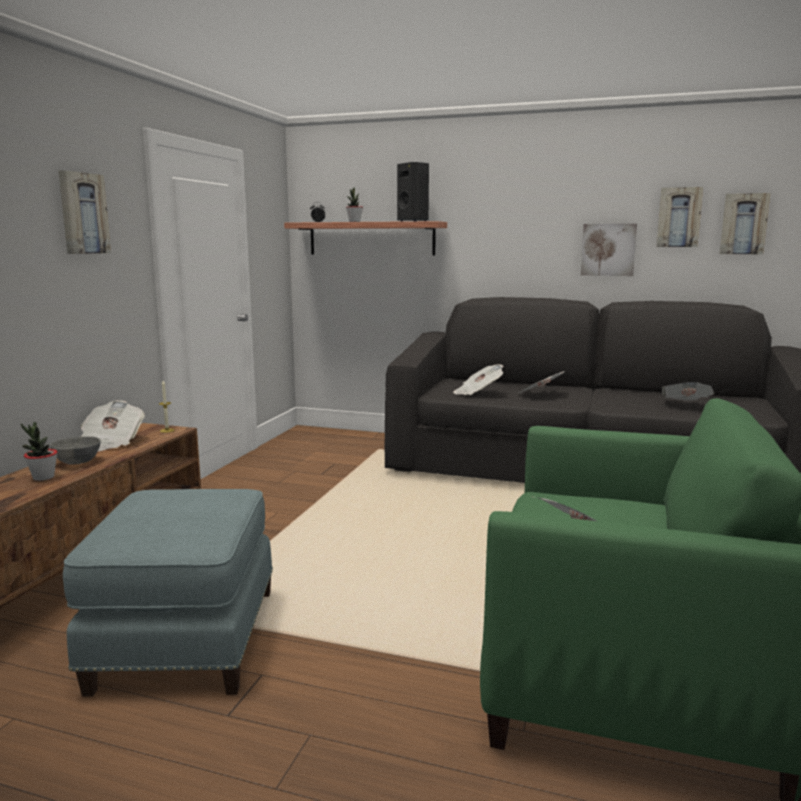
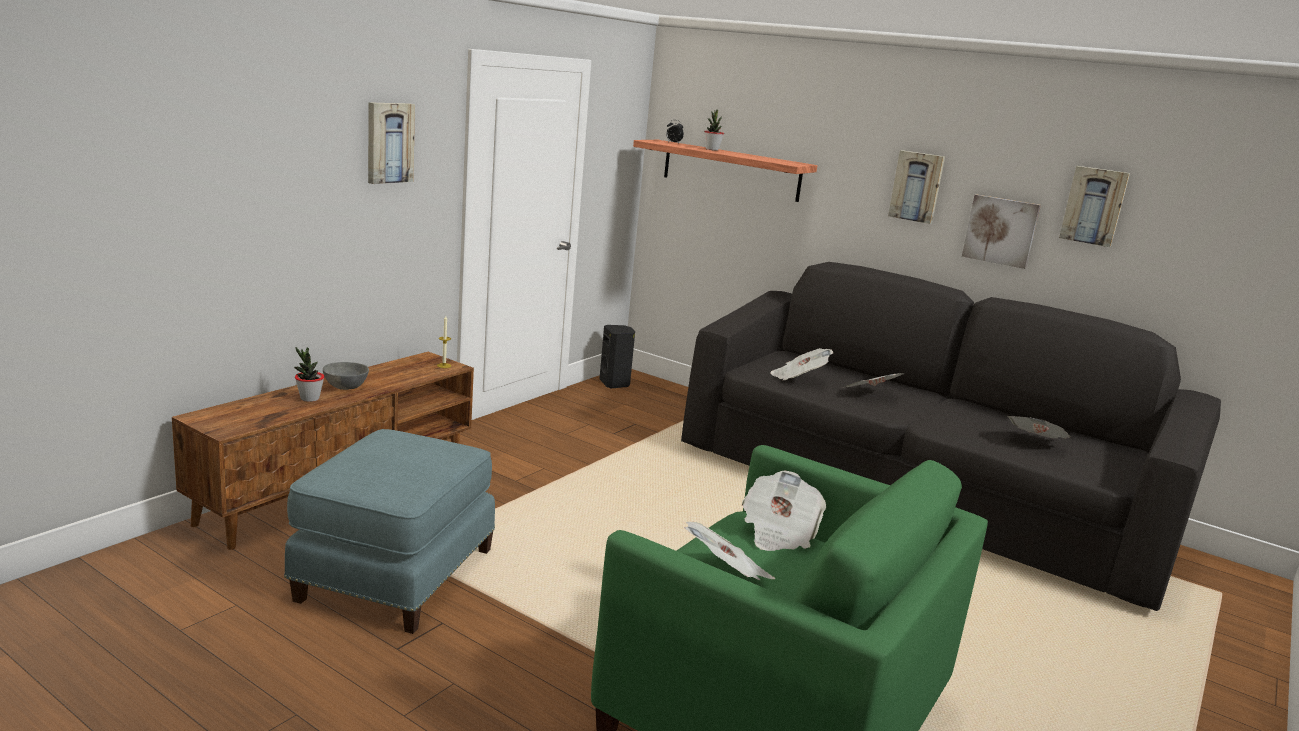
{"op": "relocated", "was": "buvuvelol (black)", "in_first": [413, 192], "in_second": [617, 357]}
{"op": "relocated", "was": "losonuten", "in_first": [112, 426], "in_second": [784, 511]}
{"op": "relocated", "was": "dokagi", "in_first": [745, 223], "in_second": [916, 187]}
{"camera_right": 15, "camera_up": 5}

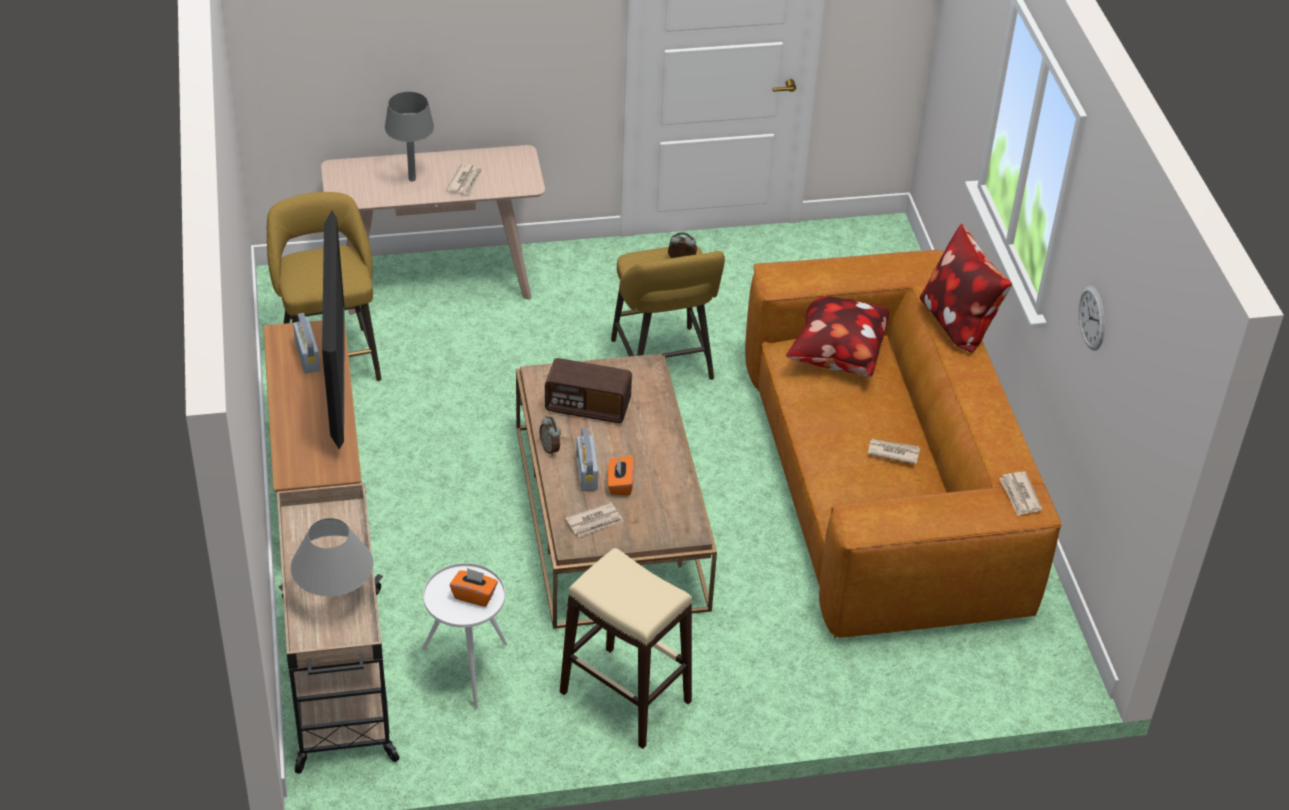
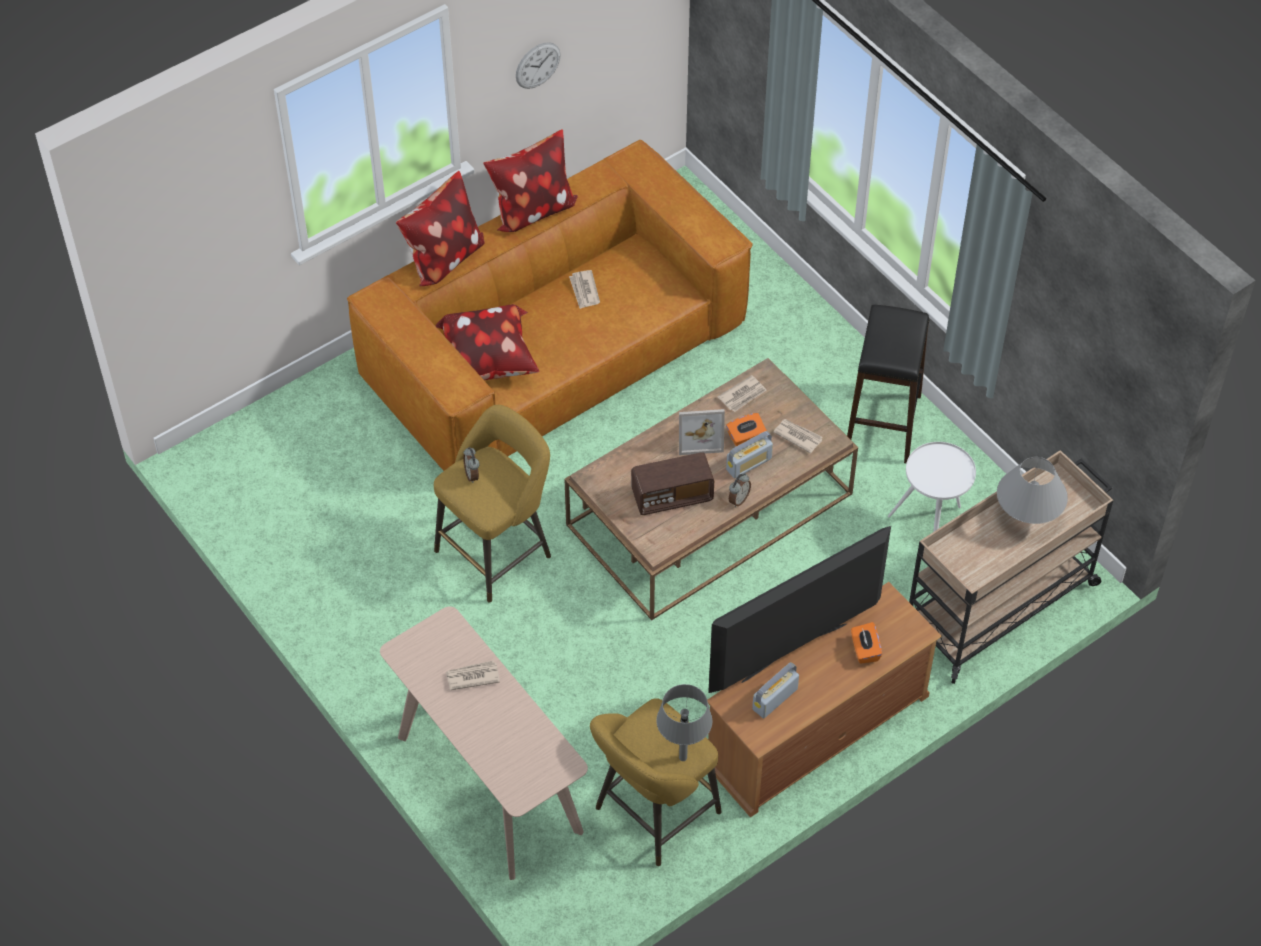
{"op": "appeared", "now": "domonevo", "in_second": [530, 180]}
{"op": "spun", "was": "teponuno", "in_first": [588, 390], "in_second": [672, 483], "clockwise": 90}
{"op": "relocated", "was": "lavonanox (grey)", "in_first": [409, 136], "in_second": [684, 722]}
{"op": "appeared", "now": "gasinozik", "in_second": [702, 432]}
{"op": "relocated", "was": "losonuten", "in_first": [1020, 494], "in_second": [742, 393]}
{"op": "colour", "was": "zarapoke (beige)", "now": "zarapoke (black)", "in_first": [626, 648], "in_second": [888, 384]}
{"op": "relocated", "was": "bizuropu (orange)", "in_first": [474, 587], "in_second": [866, 643]}
{"camera_right": -115, "camera_up": 10}

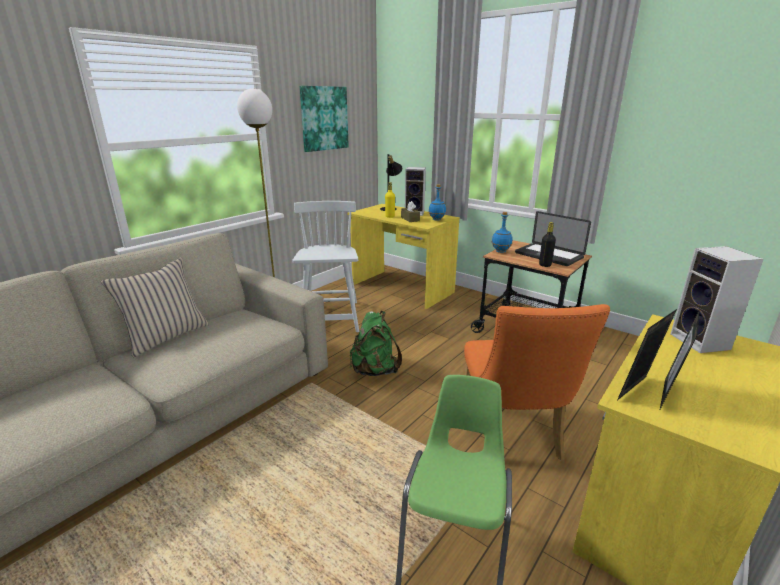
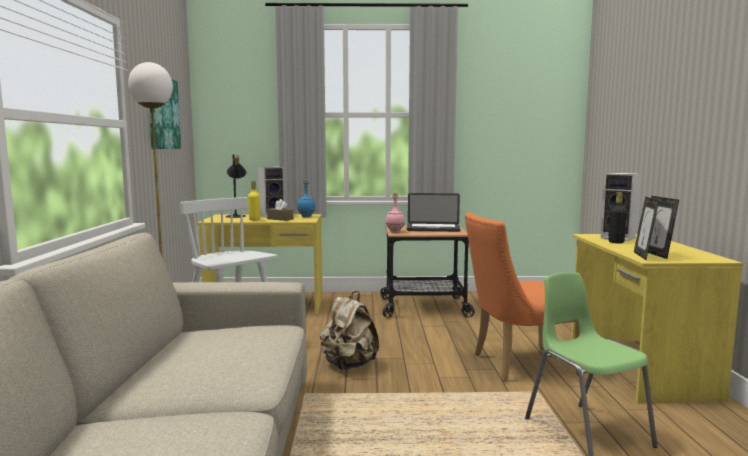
{"op": "colour", "was": "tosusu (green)", "now": "tosusu (beige)", "in_first": [376, 343], "in_second": [349, 330]}
{"op": "colour", "was": "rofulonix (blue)", "now": "rofulonix (pink)", "in_first": [502, 232], "in_second": [395, 212]}
{"op": "spun", "was": "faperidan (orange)", "in_first": [537, 382], "in_second": [527, 297], "clockwise": 120}
{"op": "relocated", "was": "rofulonix (black)", "in_first": [547, 244], "in_second": [617, 218]}
{"op": "missing", "was": "domonevo (beige)", "in_first": [155, 307]}
{"camera_right": -40, "camera_up": -15}

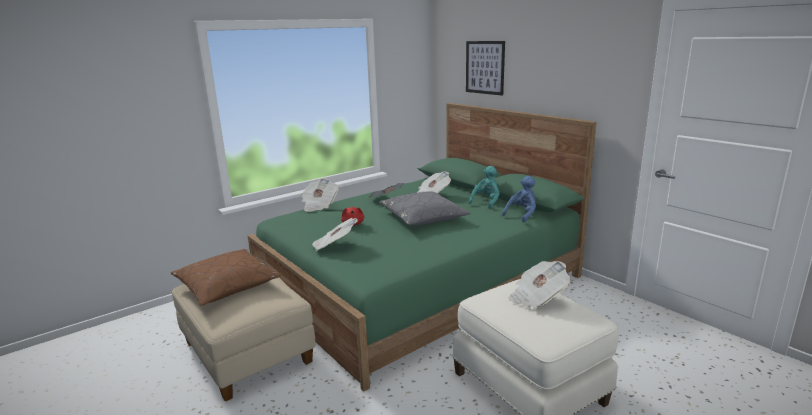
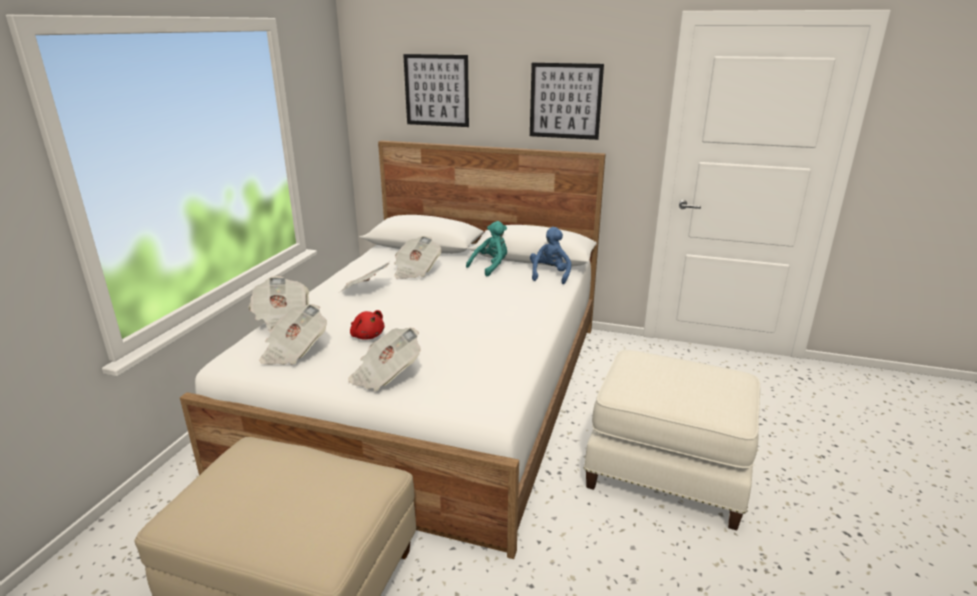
{"op": "colour", "was": "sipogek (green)", "now": "sipogek (white)", "in_first": [421, 247], "in_second": [393, 349]}
{"op": "relocated", "was": "losonuten", "in_first": [539, 285], "in_second": [293, 334]}
{"op": "spun", "was": "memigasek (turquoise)", "in_first": [484, 187], "in_second": [486, 248], "clockwise": 45}
{"op": "appeared", "now": "dokagi", "in_second": [567, 101]}
{"op": "missing", "was": "domonevo (brown)", "in_first": [226, 277]}
{"op": "missing", "was": "domonevo (grey)", "in_first": [425, 208]}
{"camera_right": -35, "camera_up": 5}

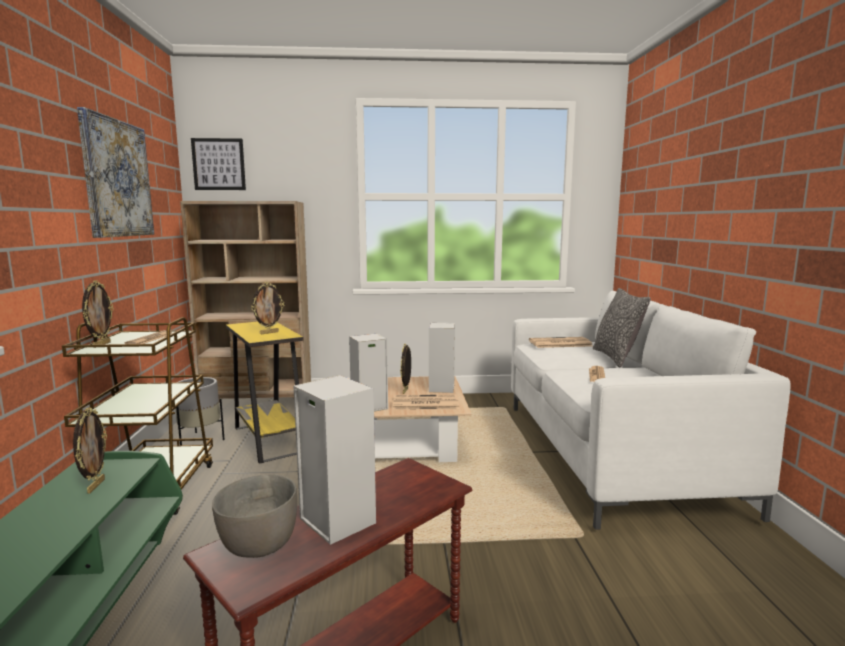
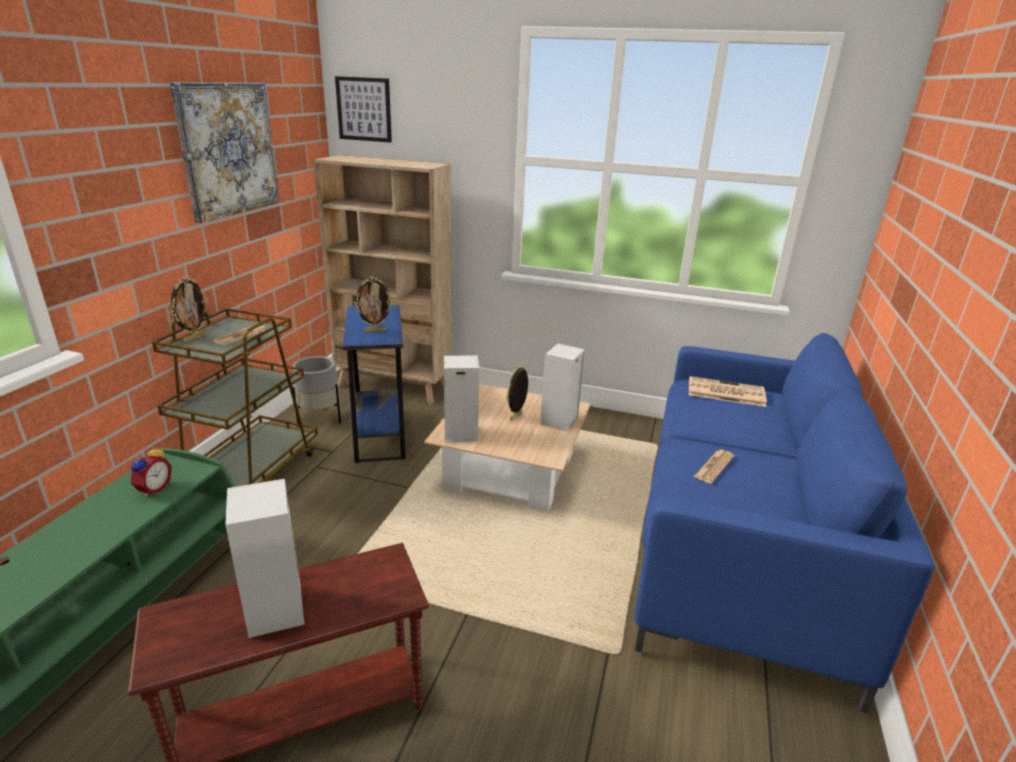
{"op": "exchanged", "was": "gasinozik", "now": "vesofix", "in_first": [90, 450], "in_second": [151, 471]}
{"op": "colour", "was": "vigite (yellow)", "now": "vigite (blue)", "in_first": [264, 392], "in_second": [374, 384]}
{"op": "colour", "was": "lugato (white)", "now": "lugato (blue)", "in_first": [651, 410], "in_second": [784, 523]}
{"op": "missing", "was": "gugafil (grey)", "in_first": [254, 516]}
{"op": "missing", "was": "losonuten", "in_first": [426, 402]}
{"op": "missing", "was": "domonevo", "in_first": [622, 327]}
{"camera_right": 20, "camera_up": 15}

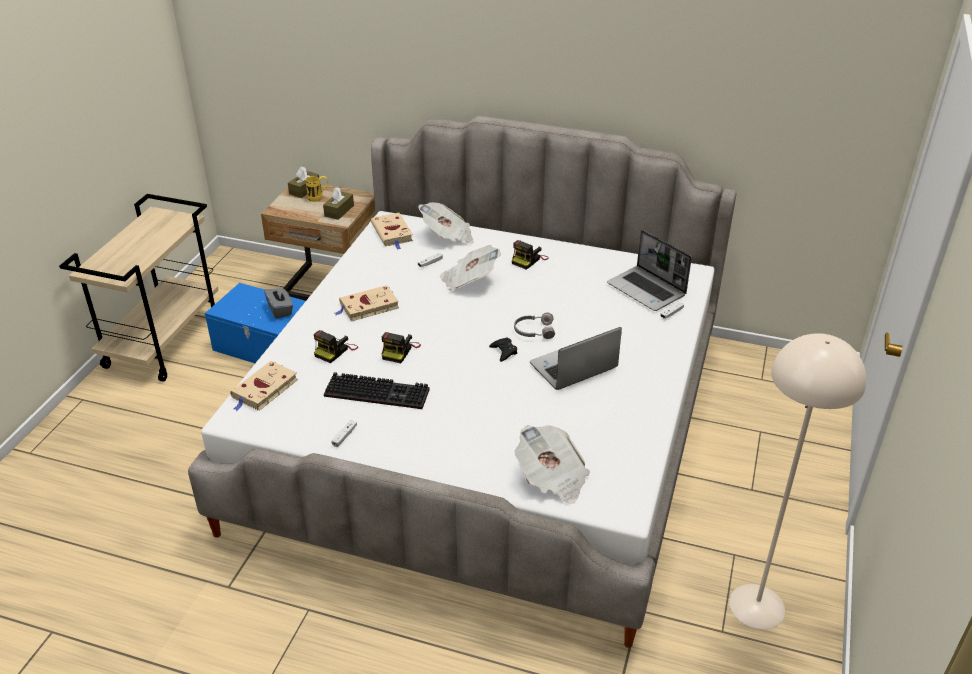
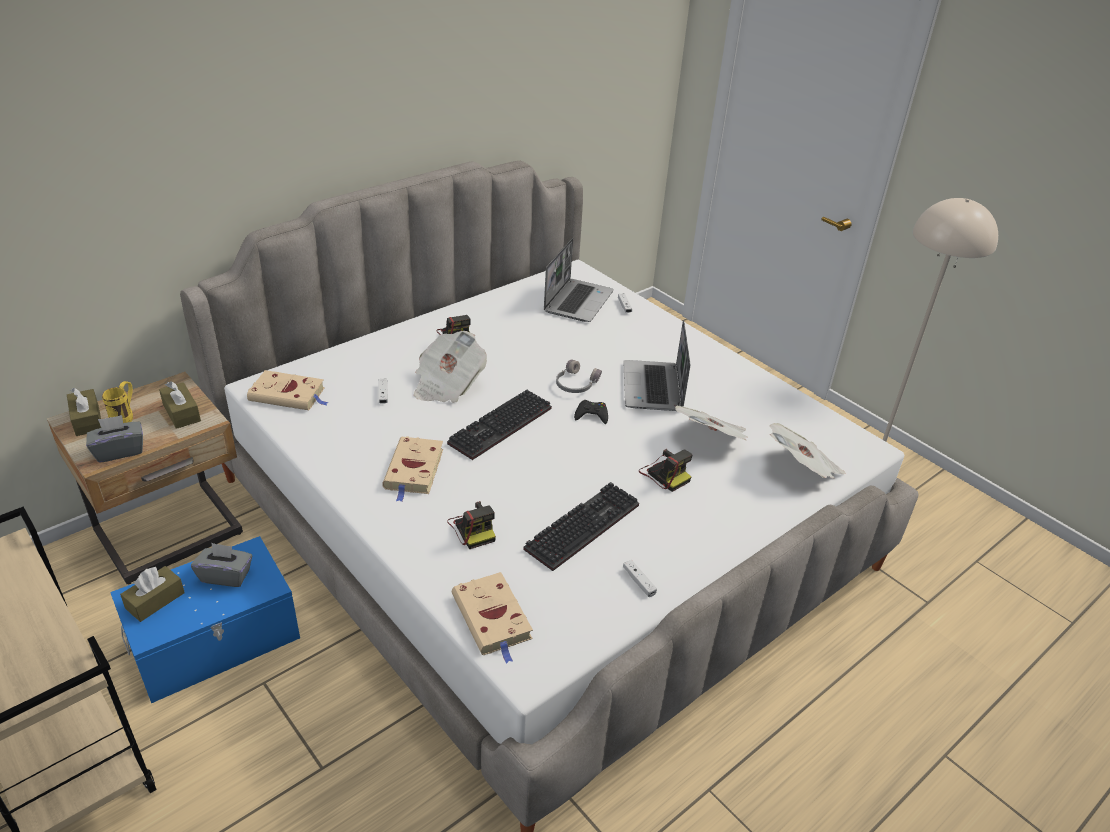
{"op": "appeared", "now": "bizuropu (grey)", "in_second": [114, 439]}
{"op": "appeared", "now": "bizuropu (brown)", "in_second": [152, 594]}
{"op": "appeared", "now": "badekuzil", "in_second": [499, 425]}
{"op": "spun", "was": "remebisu", "in_first": [649, 270], "in_second": [579, 280], "clockwise": -60}
{"op": "relocated", "was": "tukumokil", "in_first": [401, 347], "in_second": [666, 470]}
{"op": "relocated", "was": "losonuten", "in_first": [446, 222], "in_second": [711, 423]}
{"camera_right": -60, "camera_up": 0}

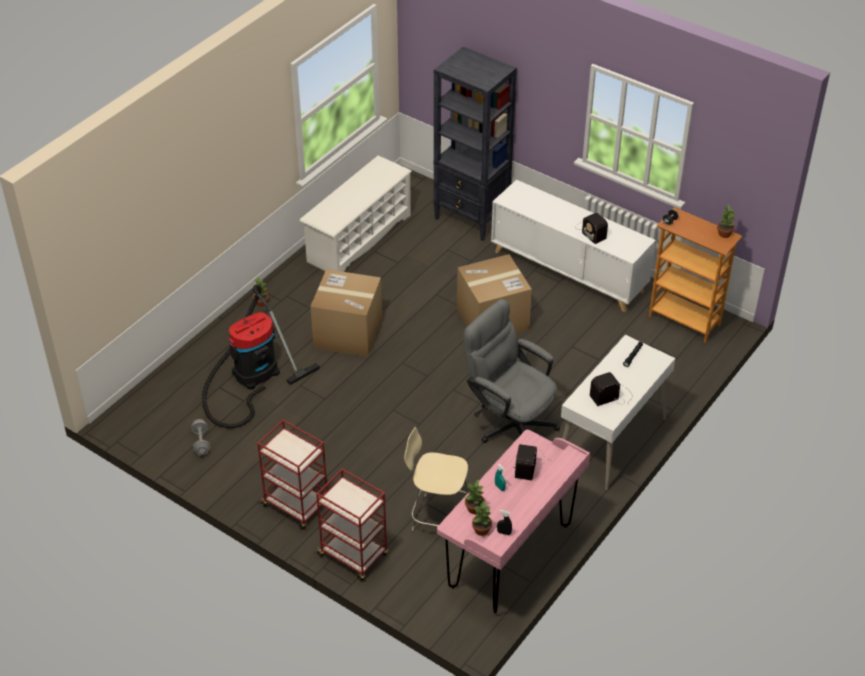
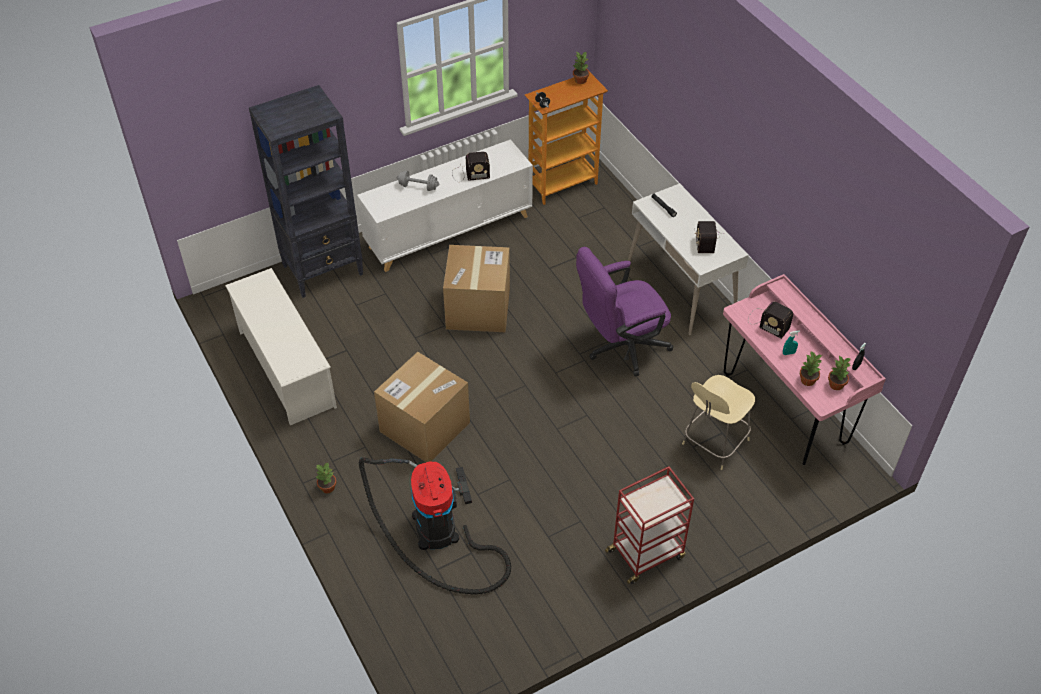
{"op": "relocated", "was": "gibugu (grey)", "in_first": [200, 437], "in_second": [417, 180]}
{"op": "colour", "was": "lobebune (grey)", "now": "lobebune (purple)", "in_first": [511, 371], "in_second": [624, 311]}
{"op": "missing", "was": "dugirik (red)", "in_first": [352, 525]}
{"camera_right": -65, "camera_up": 5}

